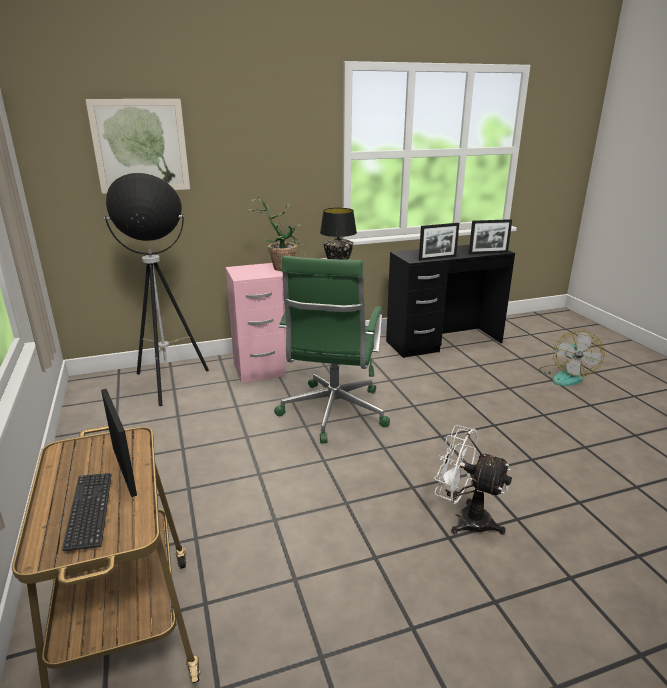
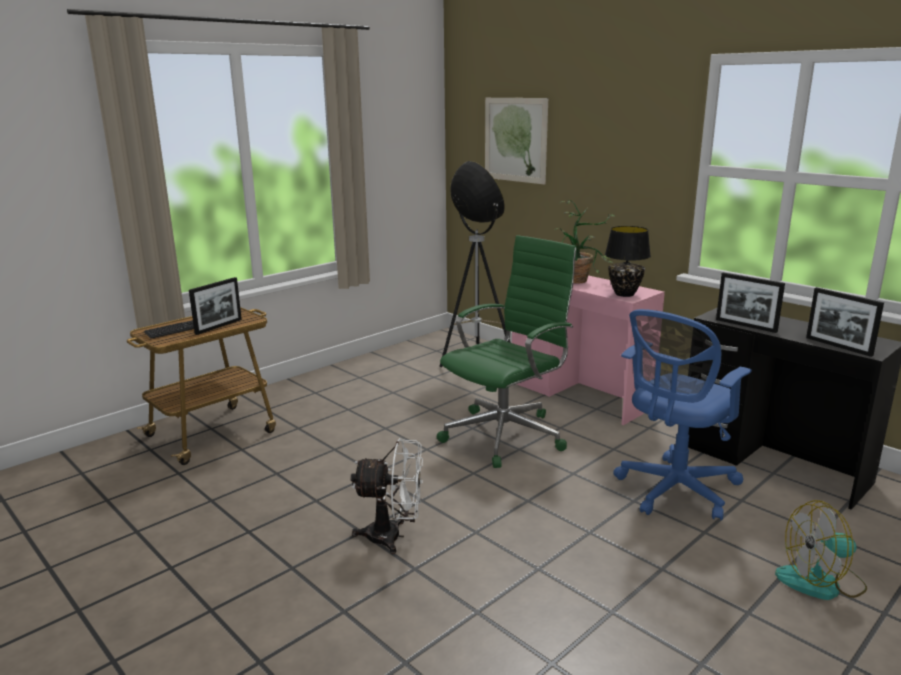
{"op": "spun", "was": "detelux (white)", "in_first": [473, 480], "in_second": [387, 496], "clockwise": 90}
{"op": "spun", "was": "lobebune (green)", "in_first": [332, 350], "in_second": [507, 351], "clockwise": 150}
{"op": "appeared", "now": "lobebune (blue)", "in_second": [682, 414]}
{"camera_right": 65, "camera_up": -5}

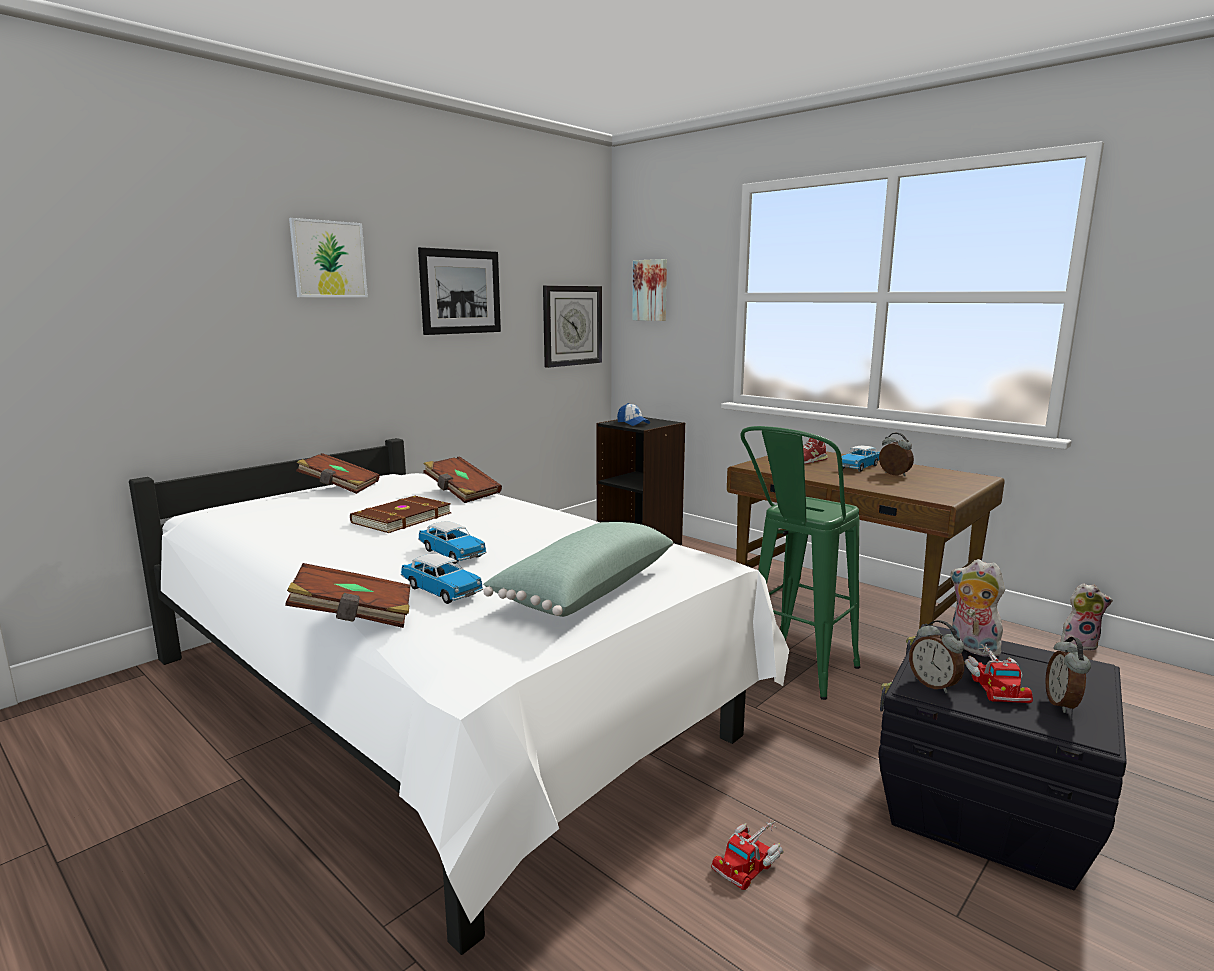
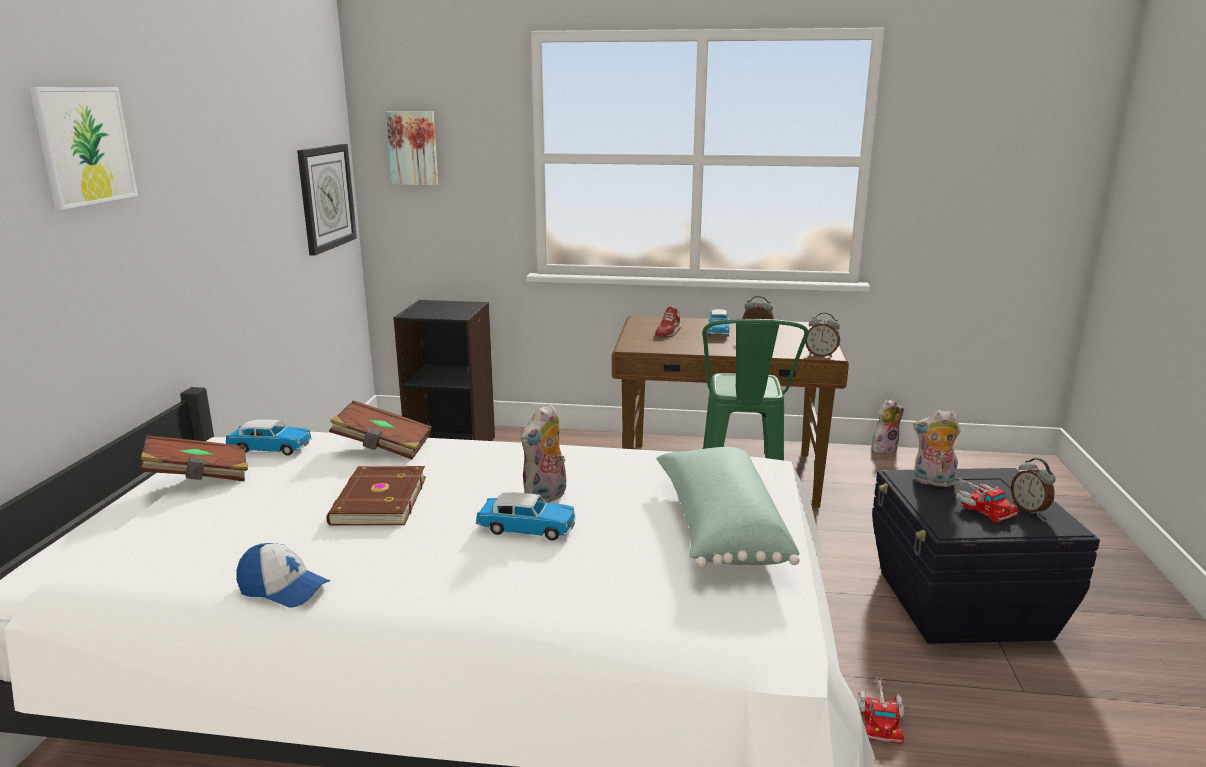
{"op": "relocated", "was": "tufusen", "in_first": [442, 579], "in_second": [269, 437]}
{"op": "relocated", "was": "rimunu", "in_first": [633, 414], "in_second": [283, 575]}
{"op": "appeared", "now": "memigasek", "in_second": [543, 453]}
{"op": "relocated", "was": "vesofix", "in_first": [936, 656], "in_second": [822, 335]}
{"op": "missing", "was": "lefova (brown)", "in_first": [348, 595]}
{"op": "missing", "was": "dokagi", "in_first": [459, 291]}
{"camera_right": -35, "camera_up": 5}

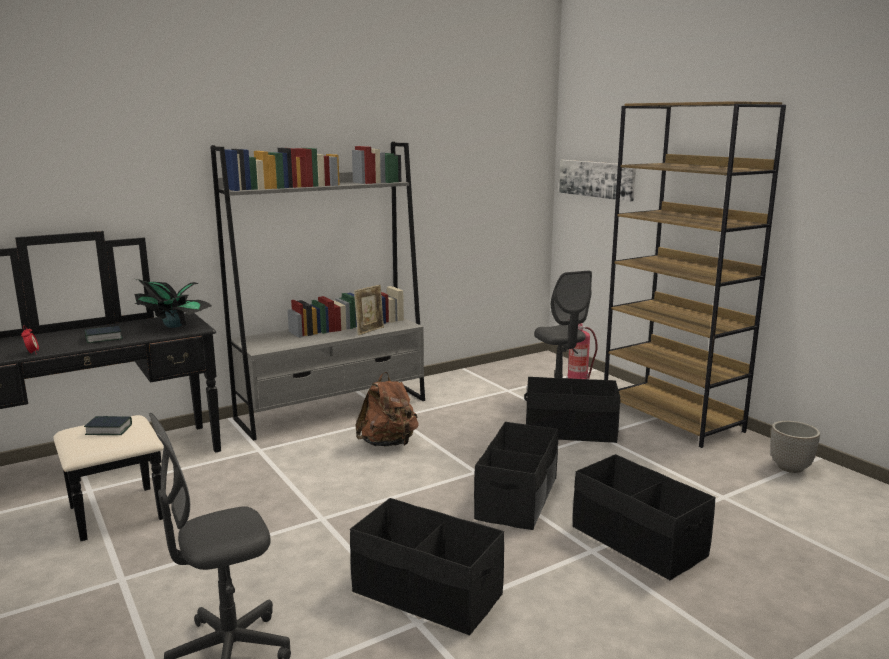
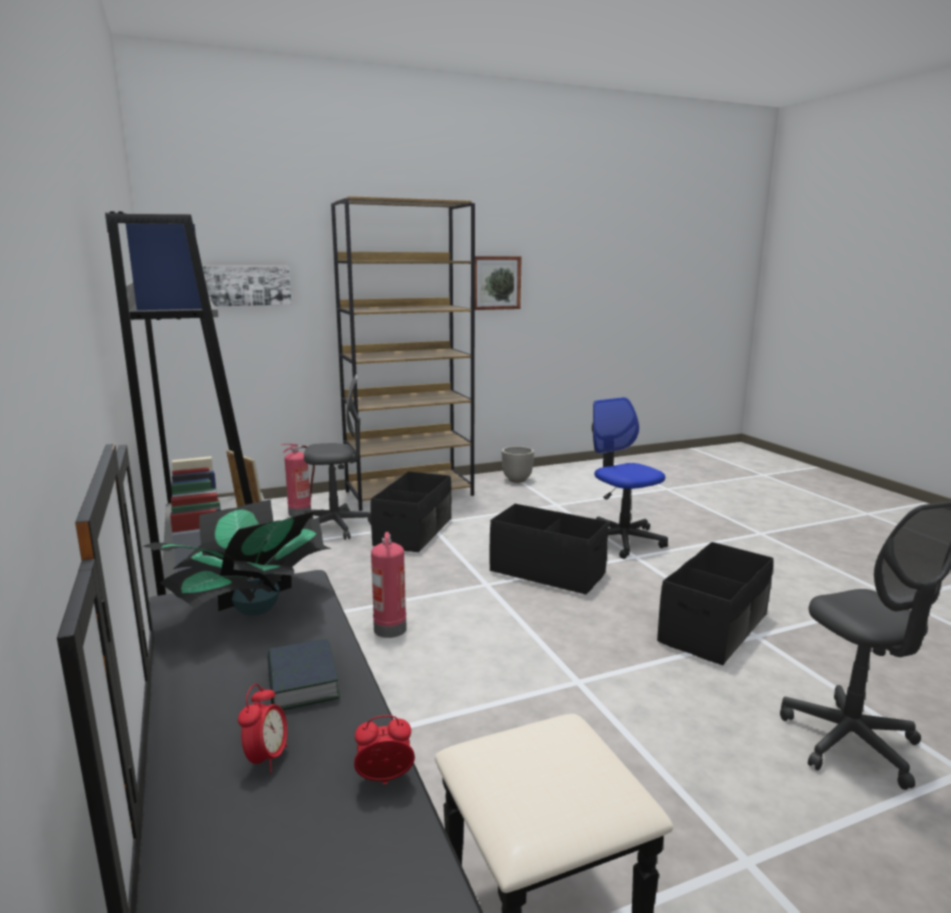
{"op": "appeared", "now": "vesofix", "in_second": [263, 728]}
{"op": "exchanged", "was": "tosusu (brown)", "now": "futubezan", "in_first": [387, 409], "in_second": [389, 585]}
{"op": "appeared", "now": "dokagi", "in_second": [498, 283]}
{"op": "exchanged", "was": "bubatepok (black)", "now": "lobebune", "in_first": [644, 517], "in_second": [630, 478]}
{"op": "missing", "was": "lefova", "in_first": [108, 425]}
{"camera_right": -80, "camera_up": 0}

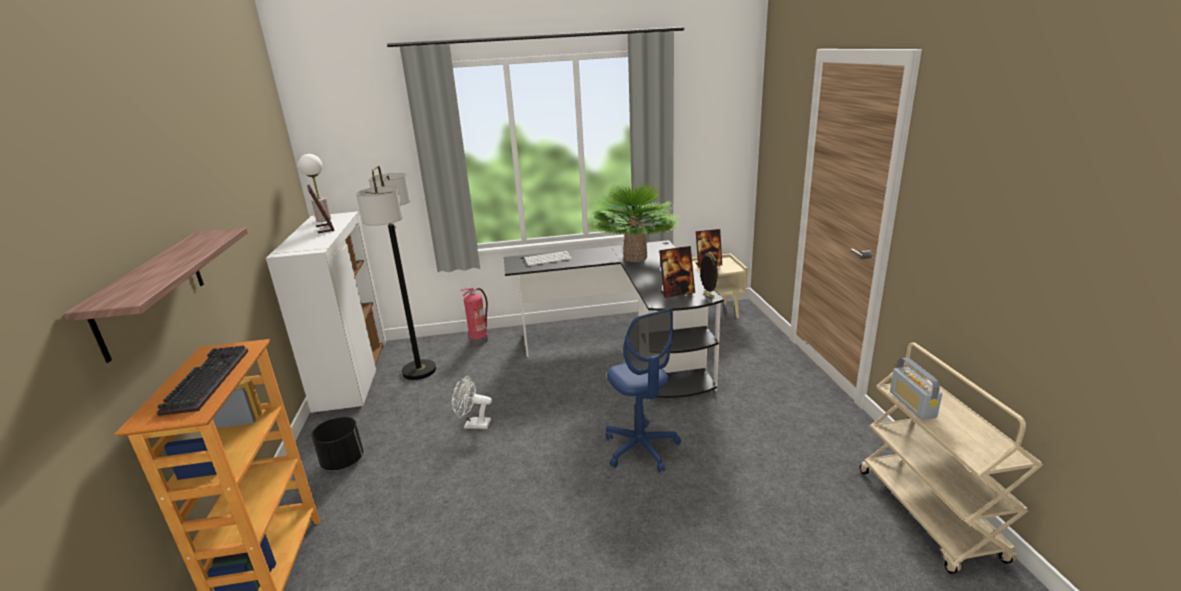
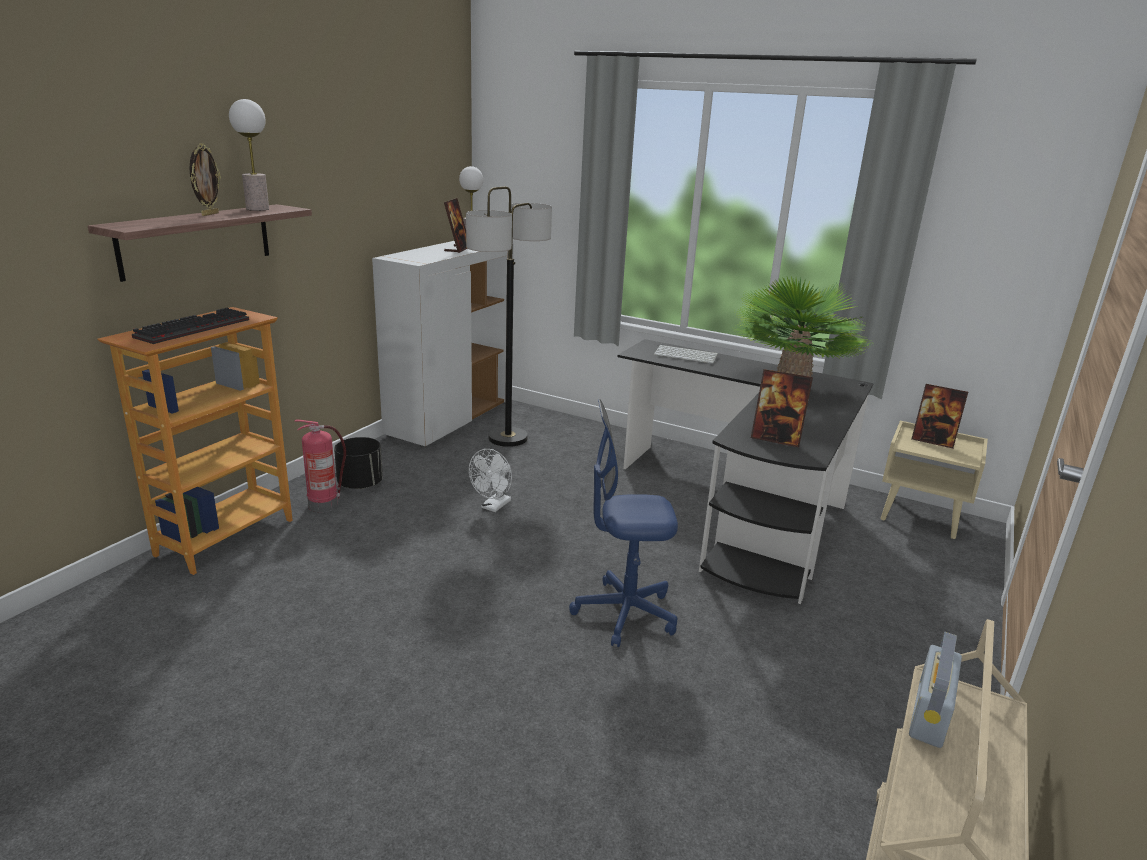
{"op": "relocated", "was": "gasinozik", "in_first": [710, 275], "in_second": [205, 179]}
{"op": "appeared", "now": "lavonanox", "in_second": [249, 155]}
{"op": "relocated", "was": "futubezan", "in_first": [474, 317], "in_second": [320, 465]}
{"op": "spun", "was": "detelux (white)", "in_first": [472, 402], "in_second": [490, 480], "clockwise": -105}
{"op": "spun", "was": "lobebune (blue)", "in_first": [643, 390], "in_second": [623, 523], "clockwise": 75}
{"camera_right": 35, "camera_up": 0}

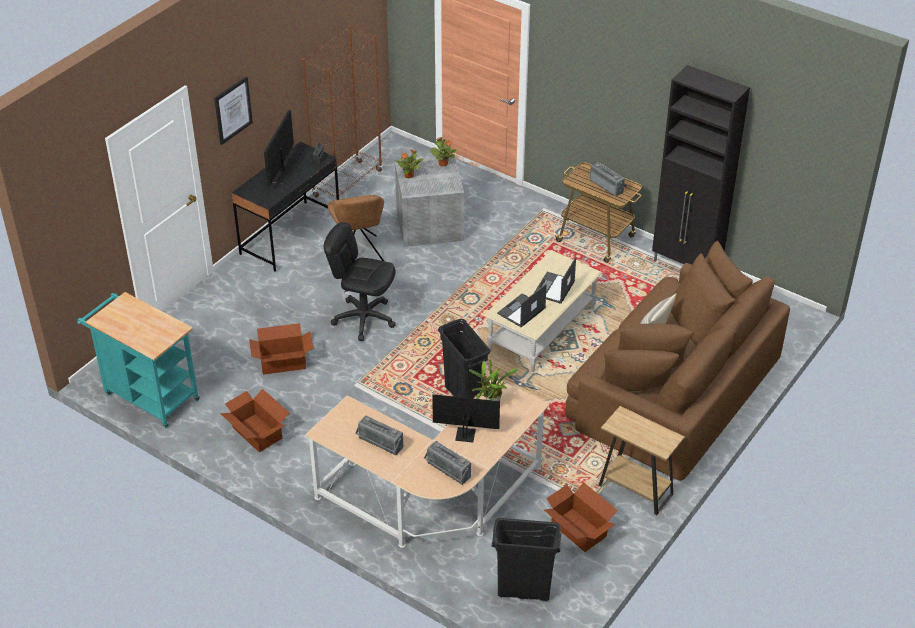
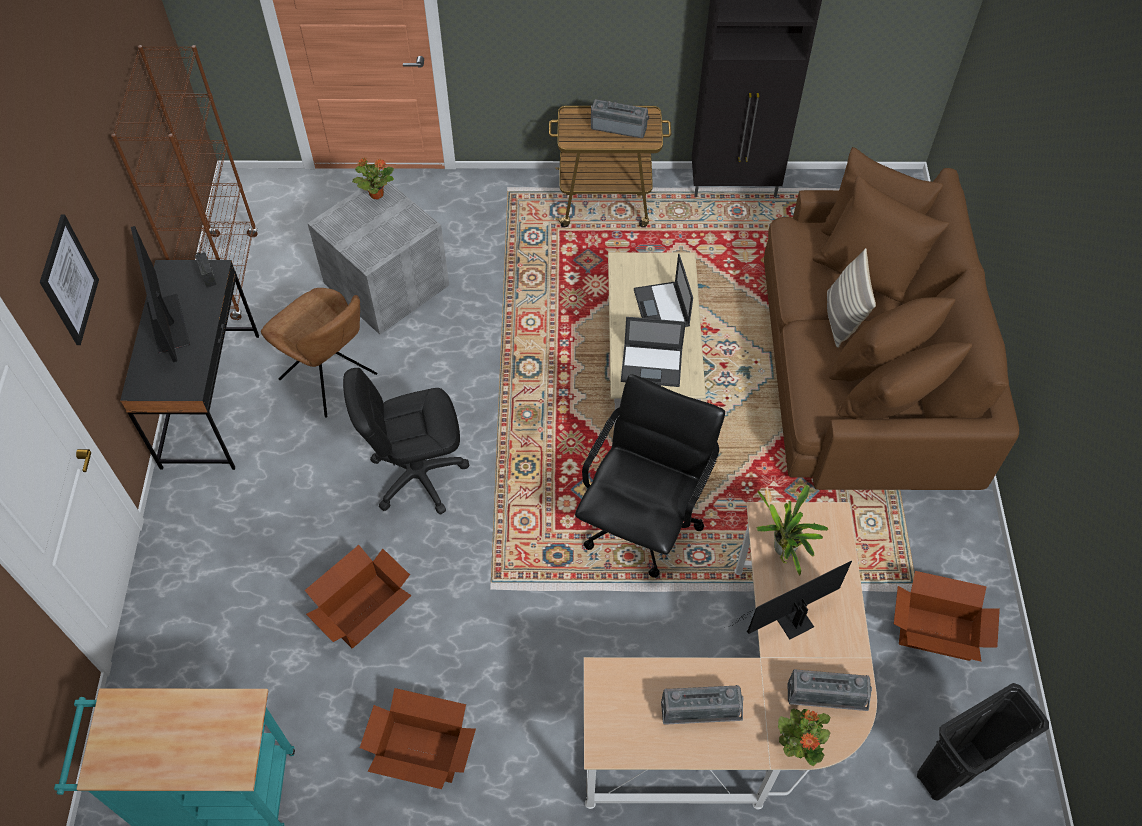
{"op": "exchanged", "was": "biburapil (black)", "now": "lobebune (black)", "in_first": [464, 358], "in_second": [650, 476]}
{"op": "spun", "was": "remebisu", "in_first": [522, 305], "in_second": [653, 352], "clockwise": -90}
{"op": "relocated", "was": "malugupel", "in_first": [409, 164], "in_second": [804, 737]}
{"op": "missing", "was": "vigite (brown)", "in_first": [642, 460]}
{"camera_right": -35, "camera_up": 15}

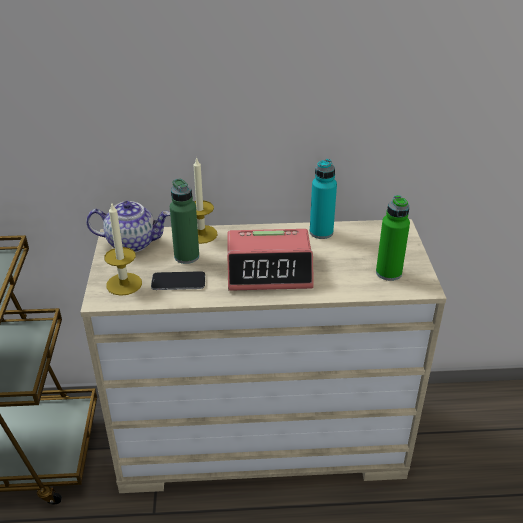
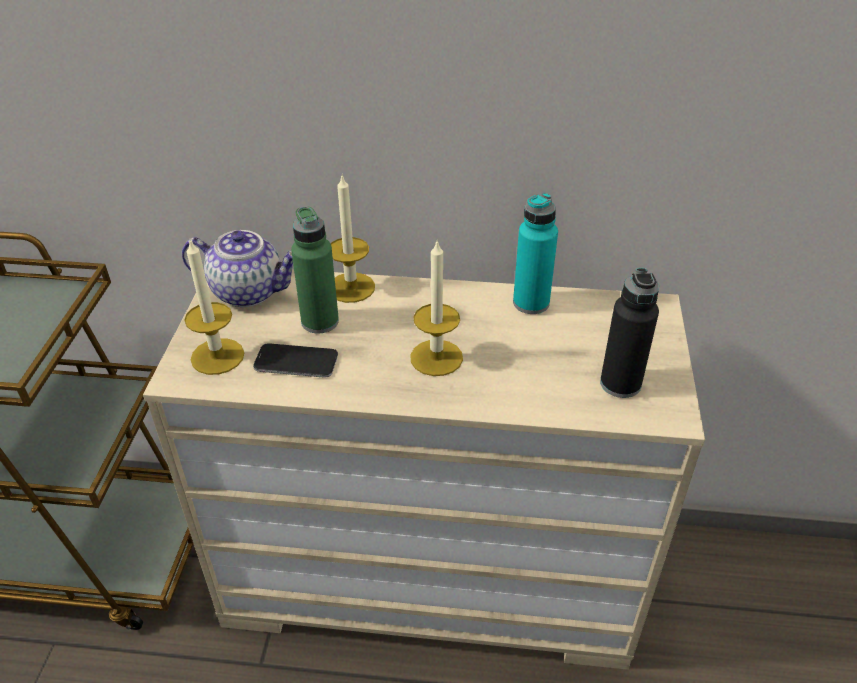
{"op": "exchanged", "was": "vesofix", "now": "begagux", "in_first": [270, 260], "in_second": [436, 307]}
{"op": "colour", "was": "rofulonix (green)", "now": "rofulonix (black)", "in_first": [393, 238], "in_second": [629, 333]}
{"camera_right": 10, "camera_up": 5}

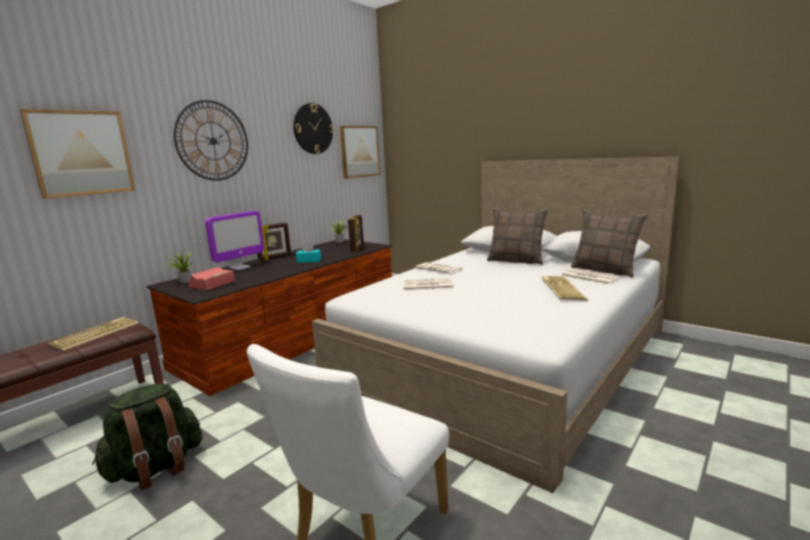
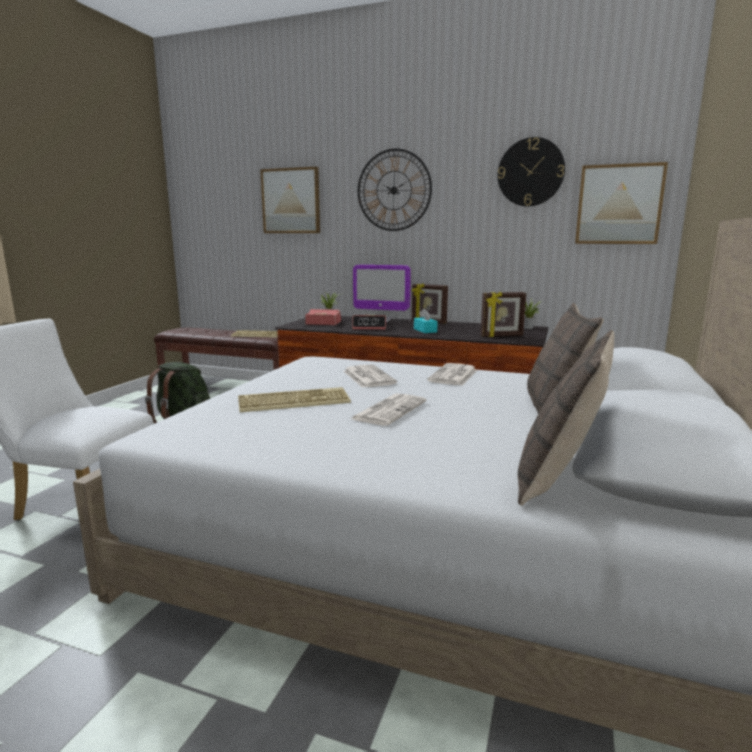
{"op": "relocated", "was": "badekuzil", "in_first": [564, 288], "in_second": [294, 399]}
{"op": "relocated", "was": "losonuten", "in_first": [591, 276], "in_second": [389, 409]}
{"op": "appeared", "now": "vesofix", "in_second": [369, 322]}
{"camera_right": 70, "camera_up": 0}

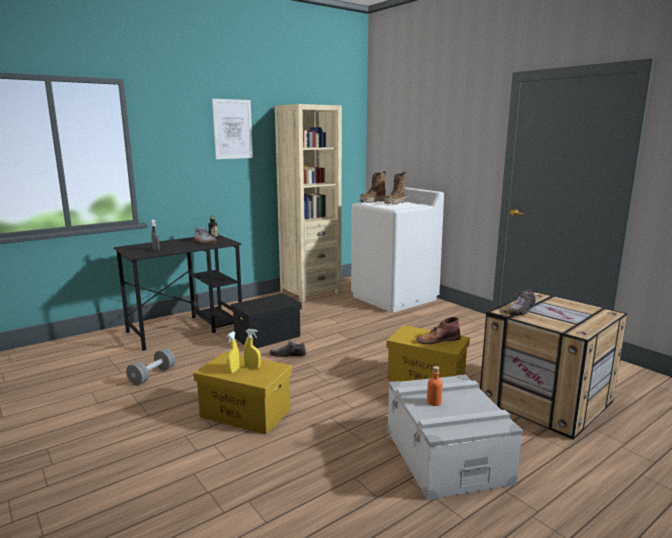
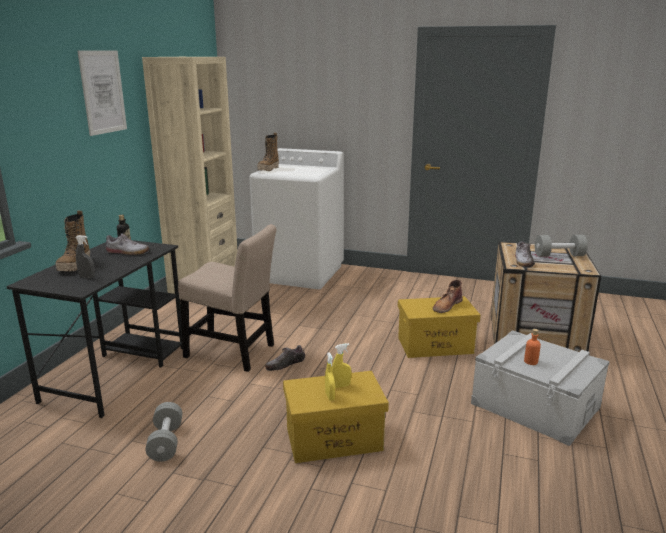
{"op": "relocated", "was": "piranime", "in_first": [395, 188], "in_second": [73, 241]}
{"op": "exchanged", "was": "bubatepok (black)", "now": "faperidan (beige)", "in_first": [266, 320], "in_second": [227, 298]}
{"op": "appeared", "now": "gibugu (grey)", "in_second": [561, 246]}
{"camera_right": -35, "camera_up": 5}

